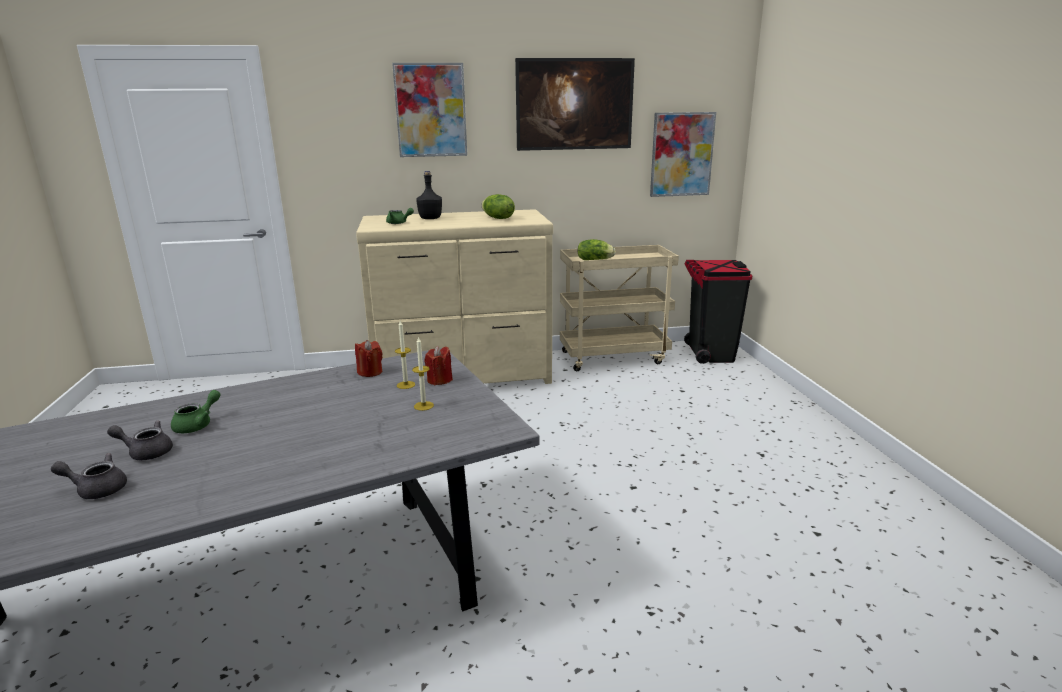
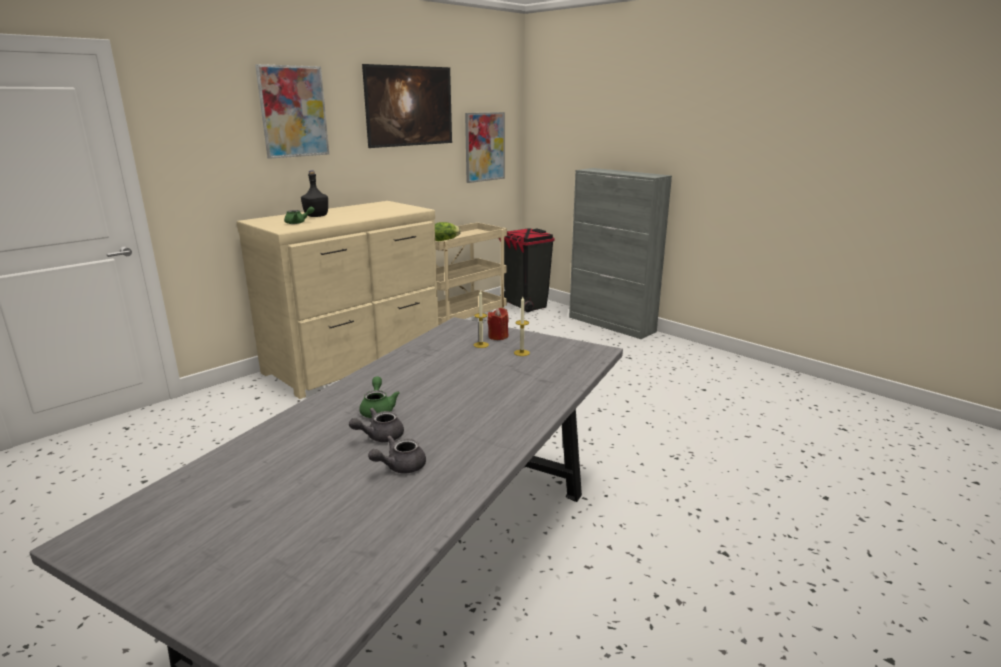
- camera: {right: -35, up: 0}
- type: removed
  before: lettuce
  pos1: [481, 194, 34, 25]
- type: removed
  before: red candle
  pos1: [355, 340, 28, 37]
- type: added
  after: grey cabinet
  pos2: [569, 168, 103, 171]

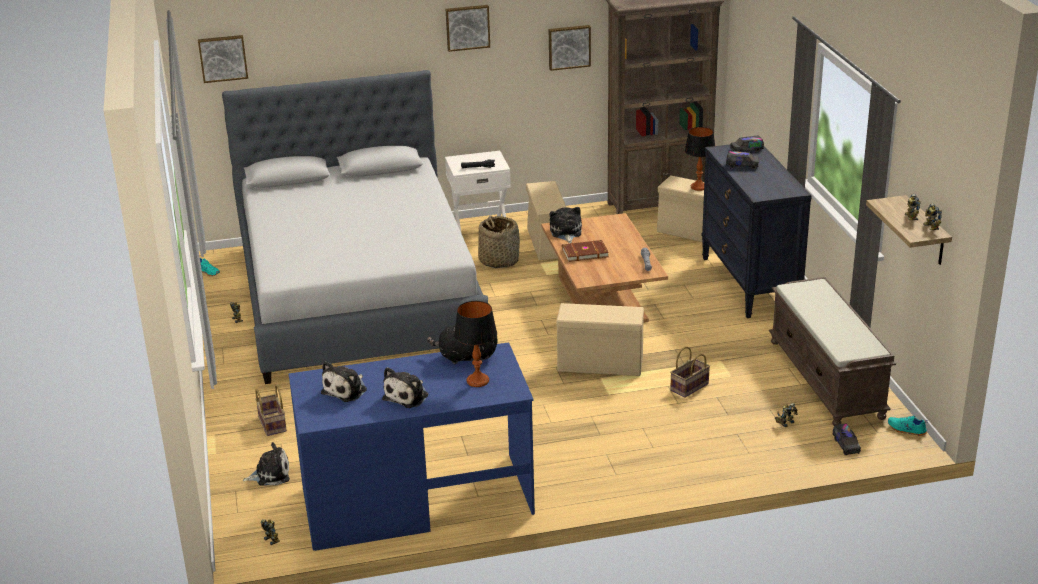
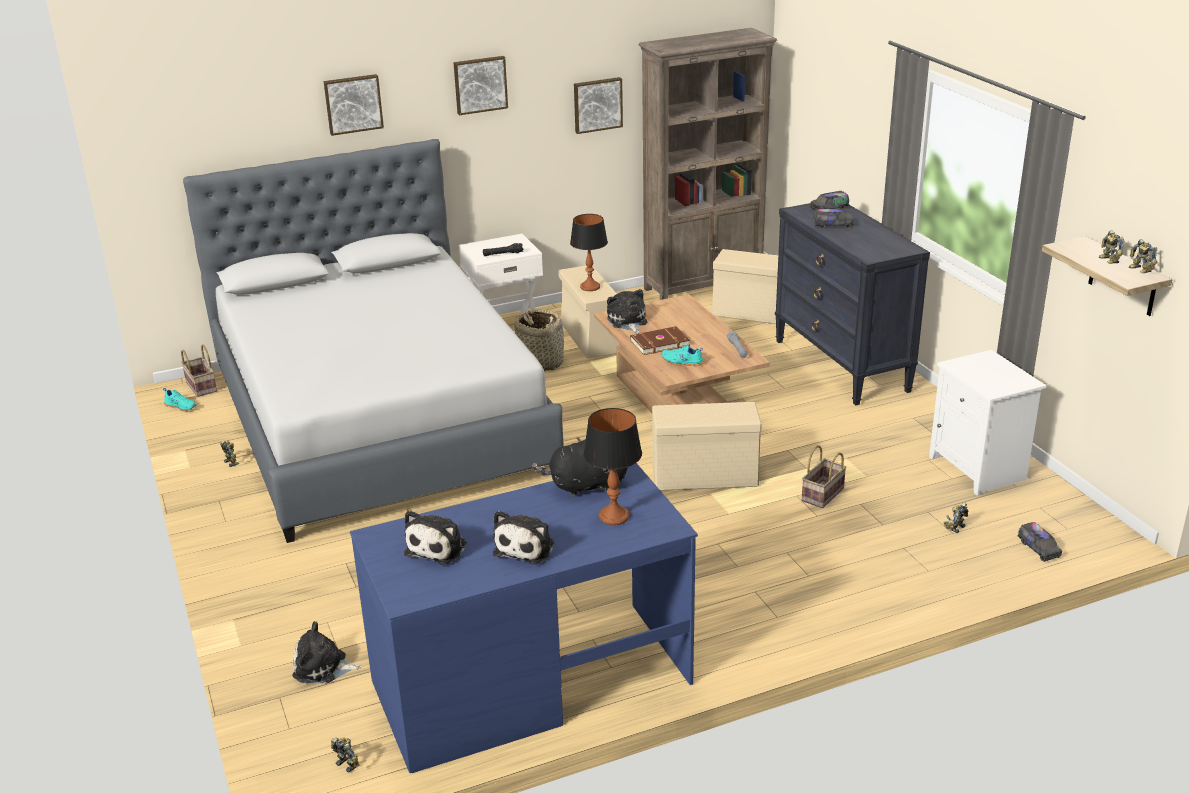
- camera: {right: -10, up: 0}
- type: moved
  before: picture
  pos1: [198, 35, 50, 48]
  pos2: [324, 74, 60, 62]
- type: moved
  before: table lamp
  pos1: [685, 127, 30, 64]
  pos2: [570, 214, 38, 77]
- type: replaced
  before: brown bench
  after: white nightstand
  pos1: [769, 277, 127, 149]
  pos2: [929, 350, 117, 146]
- type: moved
  before: basket
  pos1: [255, 384, 32, 52]
  pos2: [181, 344, 36, 53]
- type: moved
  before: turquoise shoe
  pos1: [888, 416, 40, 20]
  pos2: [662, 345, 42, 22]
- type: turned
  before: plush toy
  pos1: [242, 442, 48, 44]
  pos2: [293, 621, 68, 62]
  turn: -150

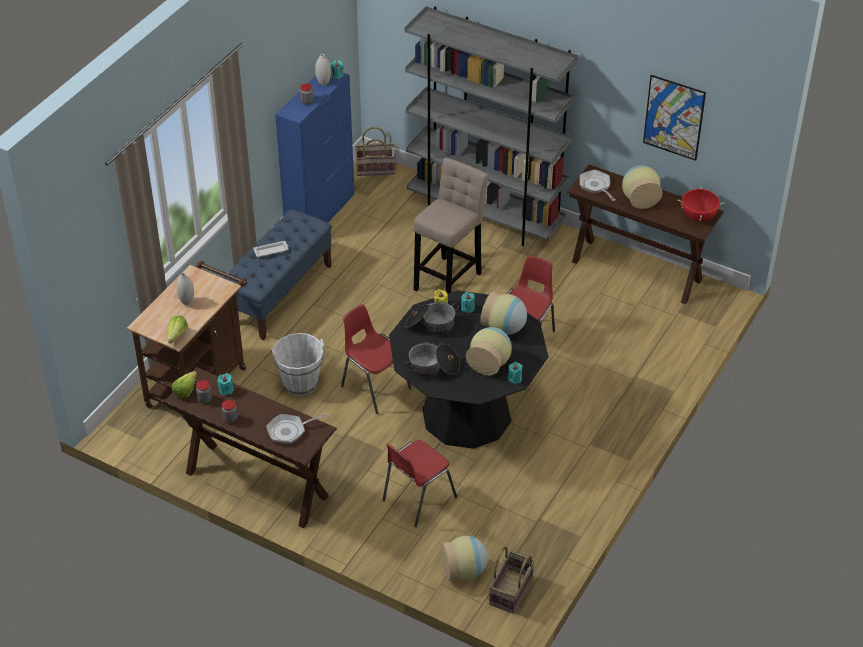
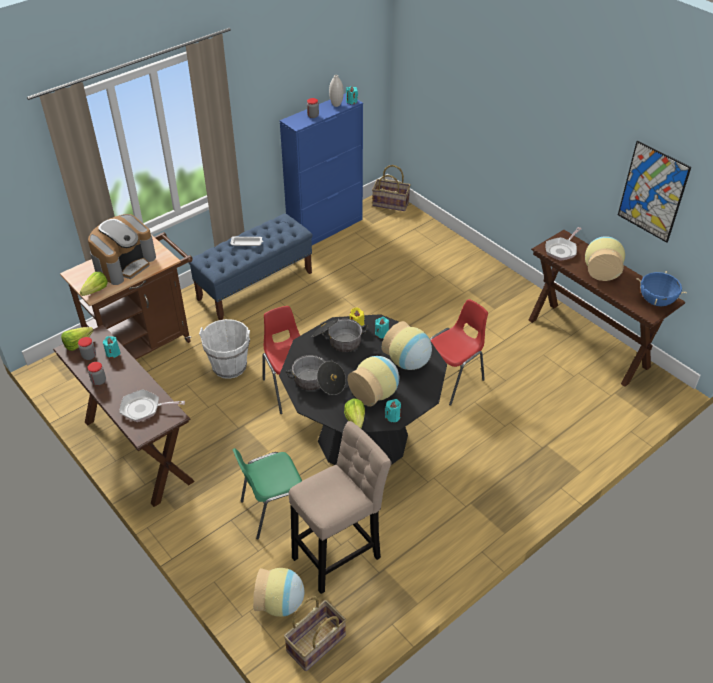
- camera: {right: 20, up: 0}
- type: removed
  before: grey bookcase
  pos1: [405, 6, 173, 240]
- type: moved
  before: beige stool
  pos1: [414, 158, 75, 136]
  pos2: [289, 421, 102, 173]
- type: turned
  before: frying pan
  pos1: [579, 170, 37, 31]
  pos2: [546, 227, 36, 34]
  turn: -135
- type: recoloured
  before: red cooking pot
  after: blue cooking pot
  pos1: [677, 186, 48, 35]
  pos2: [637, 271, 50, 35]
- type: replaced
  before: white vase
  after: coffee machine
  pos1: [176, 273, 18, 32]
  pos2: [88, 214, 68, 71]
- type: recoloured
  before: red chair
  after: green chair
  pos1: [383, 440, 74, 87]
  pos2: [232, 448, 70, 92]
- type: added
  after: lettuce
  pos2: [344, 398, 21, 30]

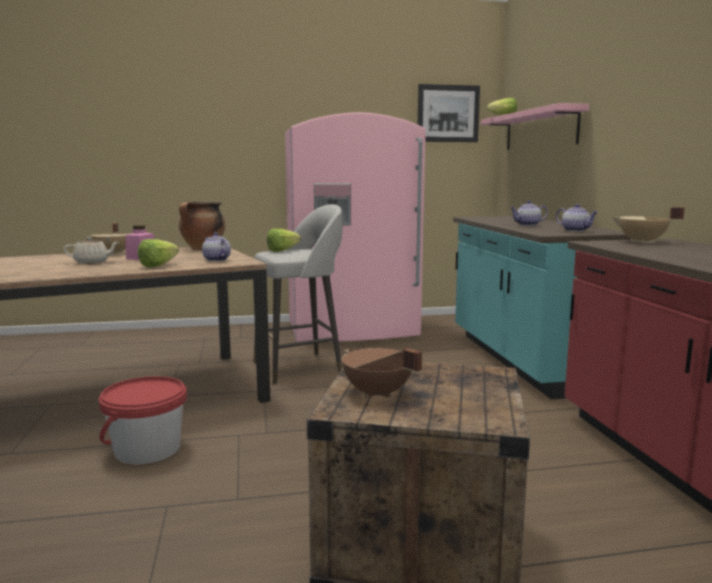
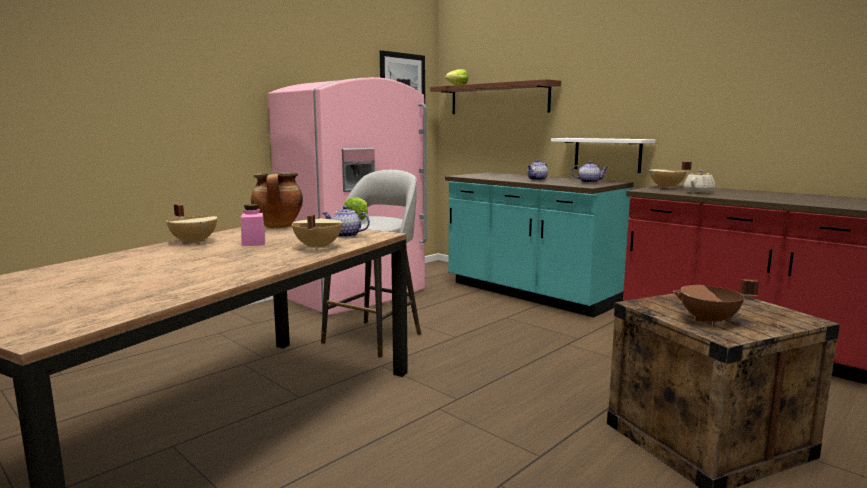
- camera: {right: -35, up: 0}
- type: recoloured
  before: pink shelf
  after: brown shelf
  pos1: [481, 103, 108, 47]
  pos2: [430, 79, 131, 35]
- type: moved
  before: beige teapot
  pos1: [63, 237, 56, 27]
  pos2: [684, 170, 31, 23]
- type: replaced
  before: lettuce
  after: beige cooking pot
  pos1: [138, 239, 41, 29]
  pos2: [292, 214, 50, 36]
- type: removed
  before: red bucket
  pos1: [99, 376, 88, 89]
- type: added
  after: white shelf
  pos2: [551, 138, 104, 35]

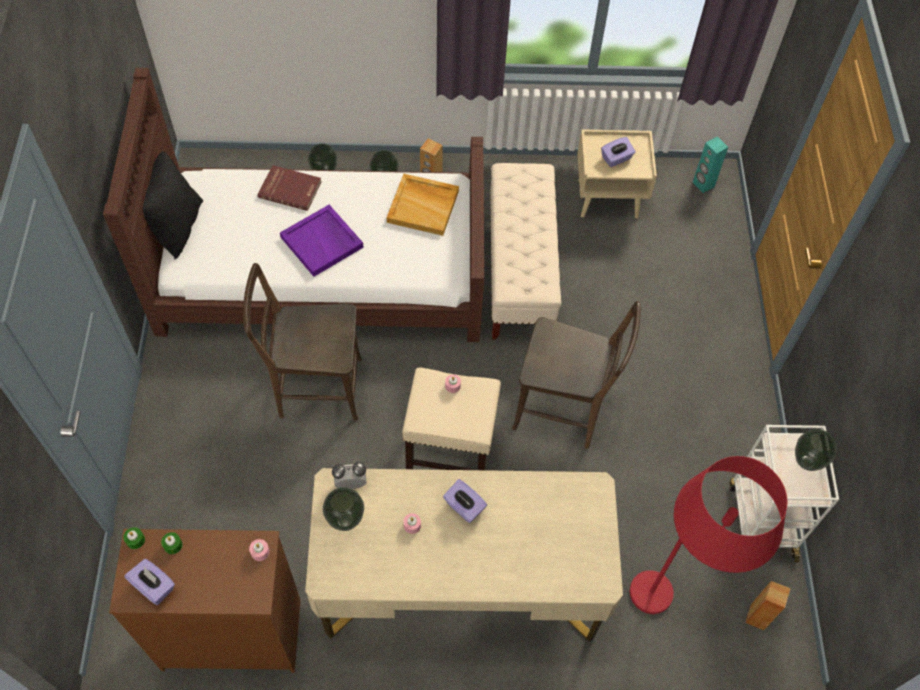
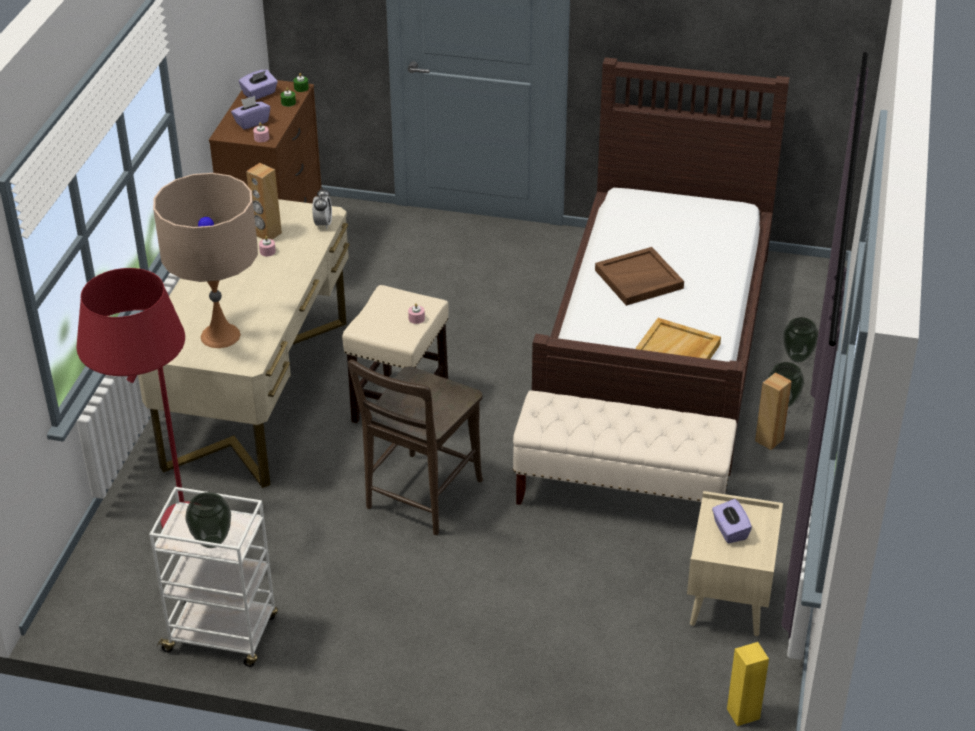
- camera: {right: 105, up: -20}
- type: recoloured
  before: turquoise speaker
  after: yellow speaker
  pos1: [693, 136, 35, 57]
  pos2: [727, 642, 42, 84]
- type: removed
  before: black pillow
  pos1: [143, 151, 60, 108]
- type: removed
  before: red book
  pos1: [258, 165, 64, 46]
- type: recoloured
  before: purple tray
  after: brown tray
  pos1: [280, 205, 83, 72]
  pos2: [595, 247, 89, 59]
- type: removed
  before: brown chair
  pos1: [243, 263, 119, 158]
- type: moved
  before: purple tissue box
  pos1: [443, 479, 44, 44]
  pos2: [231, 96, 39, 34]
- type: removed
  before: vase
  pos1: [323, 487, 41, 44]
- type: moved
  before: brown speaker
  pos1: [745, 581, 46, 50]
  pos2: [246, 163, 36, 77]
- type: added
  after: beige table lamp
  pos2: [153, 173, 105, 175]

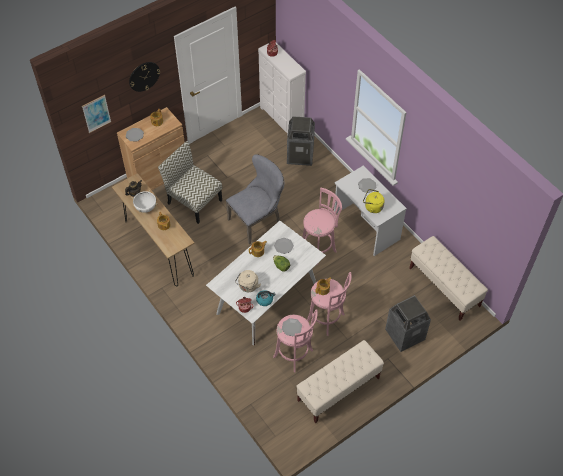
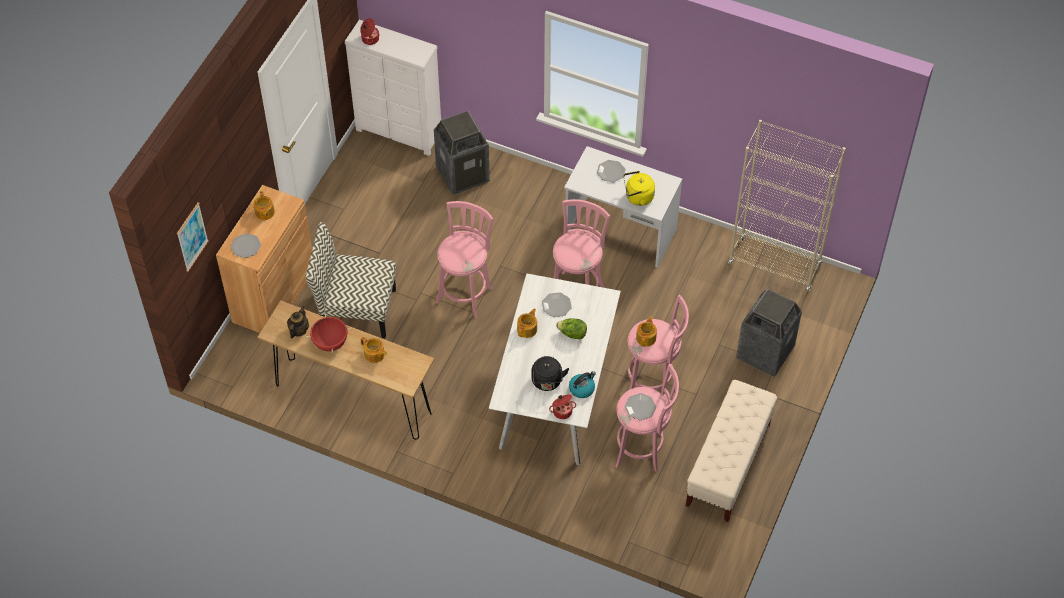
- camera: {right: -30, up: 0}
- type: removed
  before: wall clock
  pos1: [129, 62, 31, 30]
- type: replaced
  before: grey chair
  after: pink stool
  pos1: [226, 154, 58, 90]
  pos2: [436, 201, 58, 117]
- type: recoloured
  before: white cooking pot
  after: red cooking pot
  pos1: [131, 190, 25, 23]
  pos2: [306, 314, 46, 38]
- type: replaced
  before: beige bench
  after: beige bookcase
  pos1: [409, 236, 79, 85]
  pos2: [728, 120, 118, 172]
- type: recoloured
  before: beige kettle
  after: black kettle
  pos1: [235, 270, 26, 22]
  pos2: [531, 356, 38, 35]

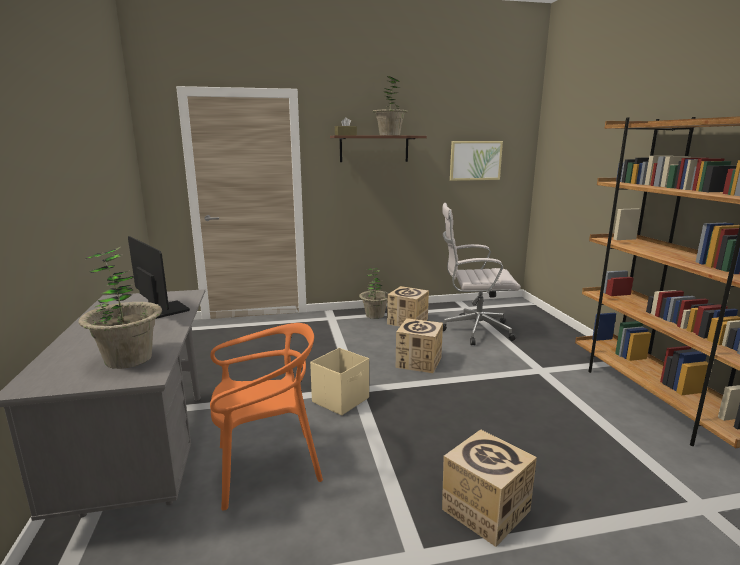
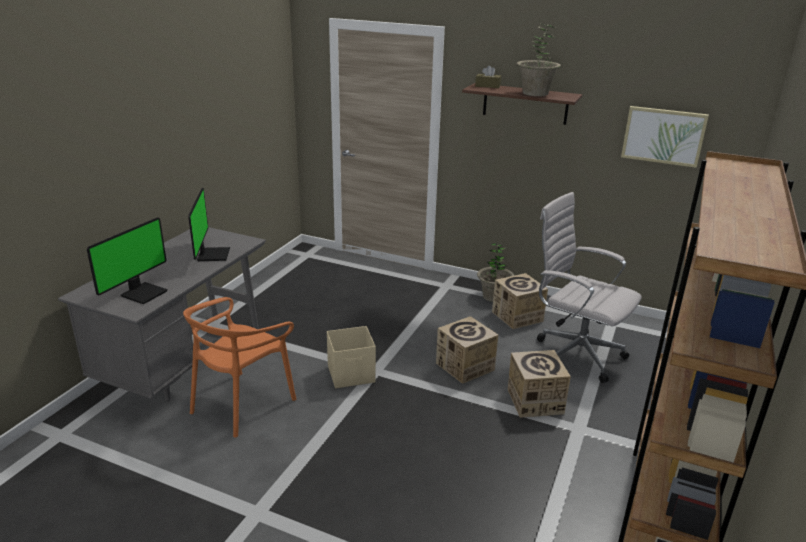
- camera: {right: 35, up: 10}
- type: replaced
  before: potted plant
  after: monitor
  pos1: [78, 247, 84, 122]
  pos2: [87, 217, 81, 87]
- type: turned
  before: orange chair
  pos1: [210, 323, 113, 188]
  pos2: [183, 297, 113, 141]
  turn: 105
- type: moved
  before: cardboard box
  pos1: [442, 429, 95, 118]
  pos2: [508, 350, 63, 68]

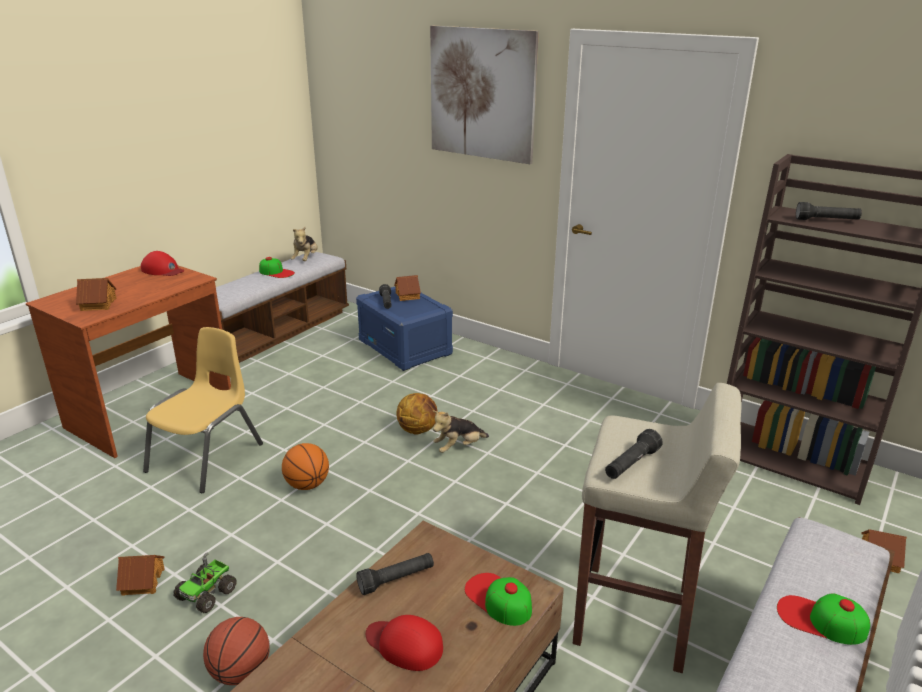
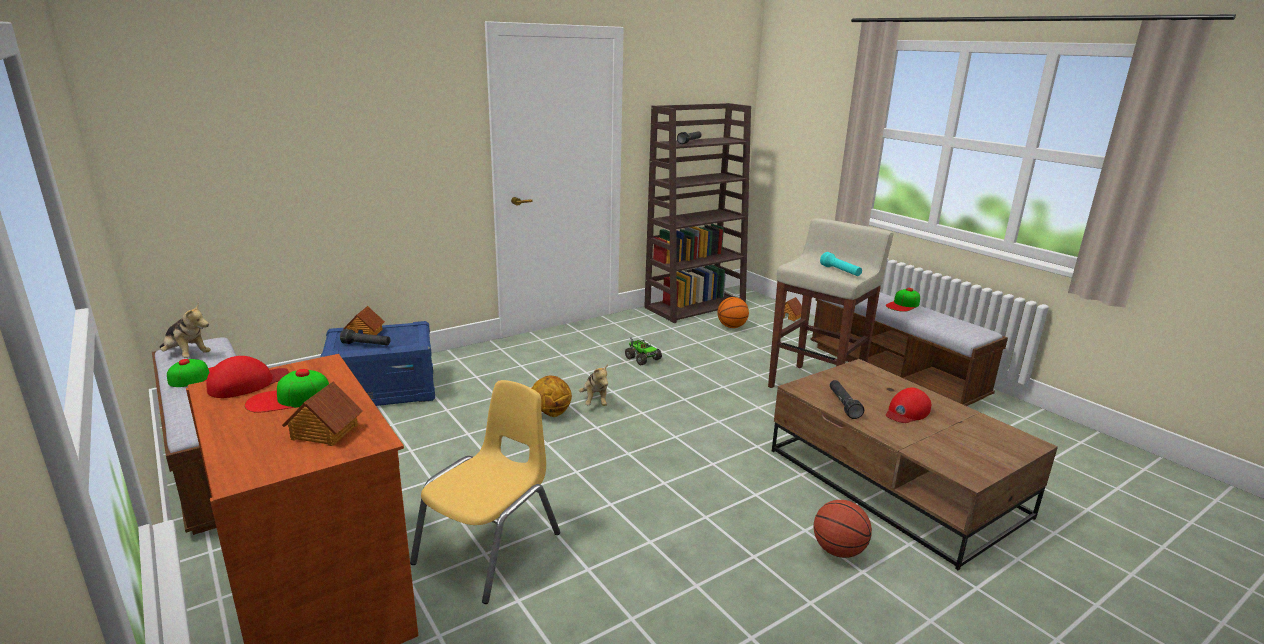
- camera: {right: -70, up: -5}
- type: removed
  before: picture
  pos1: [430, 26, 109, 138]
- type: turned
  before: yellow chair
  pos1: [143, 327, 120, 166]
  pos2: [410, 380, 150, 224]
  turn: 75
- type: recoloured
  before: black flashlight
  after: turquoise flashlight
  pos1: [605, 429, 58, 50]
  pos2: [820, 252, 42, 24]
- type: moved
  before: basketball
  pos1: [282, 443, 47, 47]
  pos2: [717, 297, 32, 31]
- type: moved
  before: toy truck
  pos1: [173, 552, 64, 61]
  pos2: [625, 337, 37, 28]
- type: removed
  before: toy house
  pos1: [116, 555, 49, 41]
- type: moved
  before: cap
  pos1: [465, 573, 67, 53]
  pos2: [245, 369, 84, 44]

